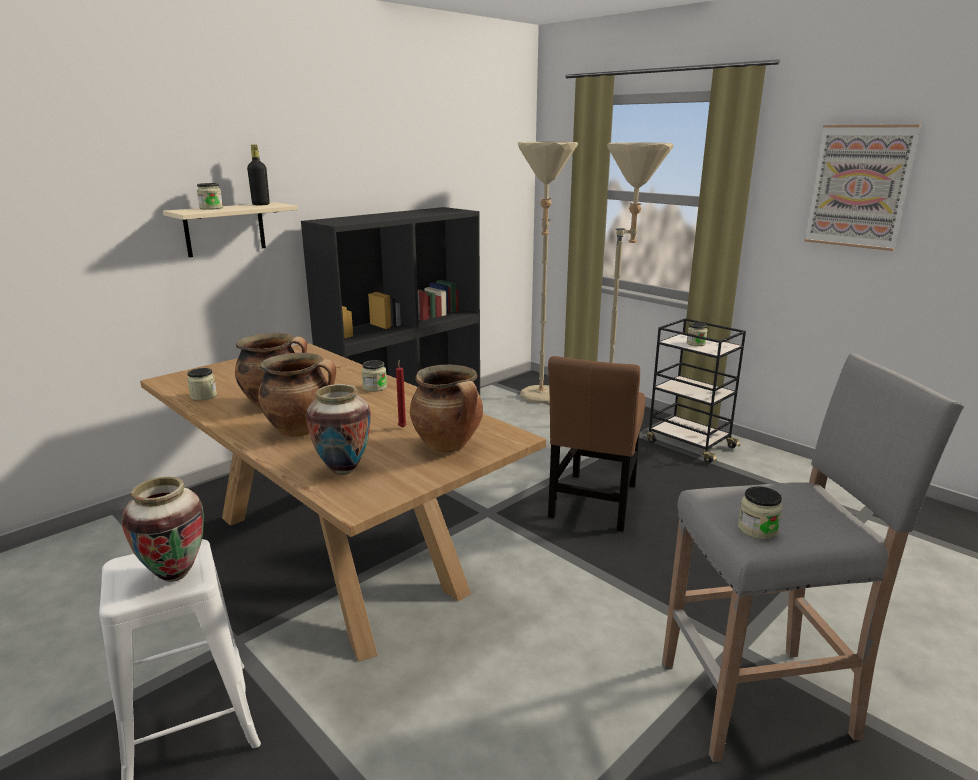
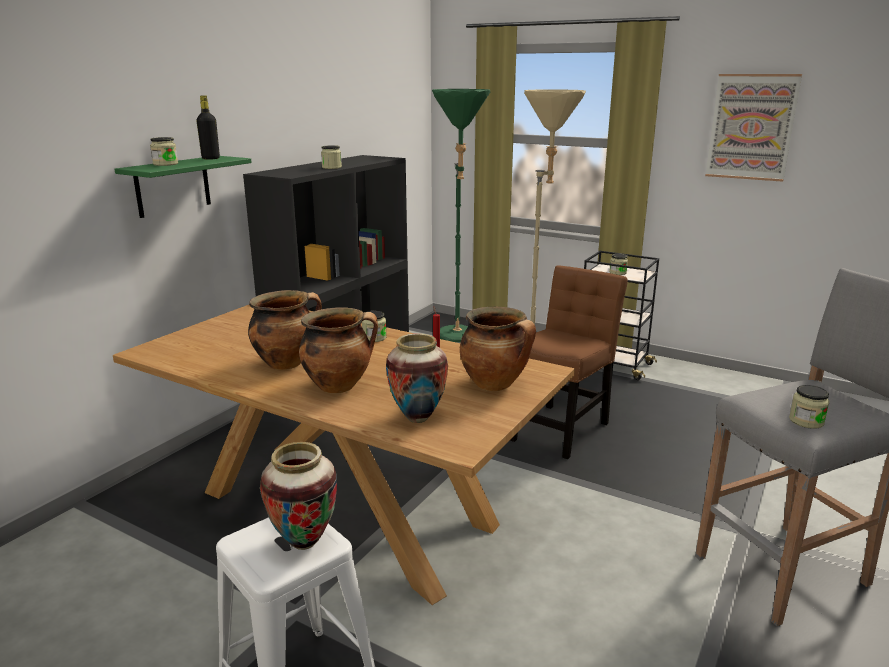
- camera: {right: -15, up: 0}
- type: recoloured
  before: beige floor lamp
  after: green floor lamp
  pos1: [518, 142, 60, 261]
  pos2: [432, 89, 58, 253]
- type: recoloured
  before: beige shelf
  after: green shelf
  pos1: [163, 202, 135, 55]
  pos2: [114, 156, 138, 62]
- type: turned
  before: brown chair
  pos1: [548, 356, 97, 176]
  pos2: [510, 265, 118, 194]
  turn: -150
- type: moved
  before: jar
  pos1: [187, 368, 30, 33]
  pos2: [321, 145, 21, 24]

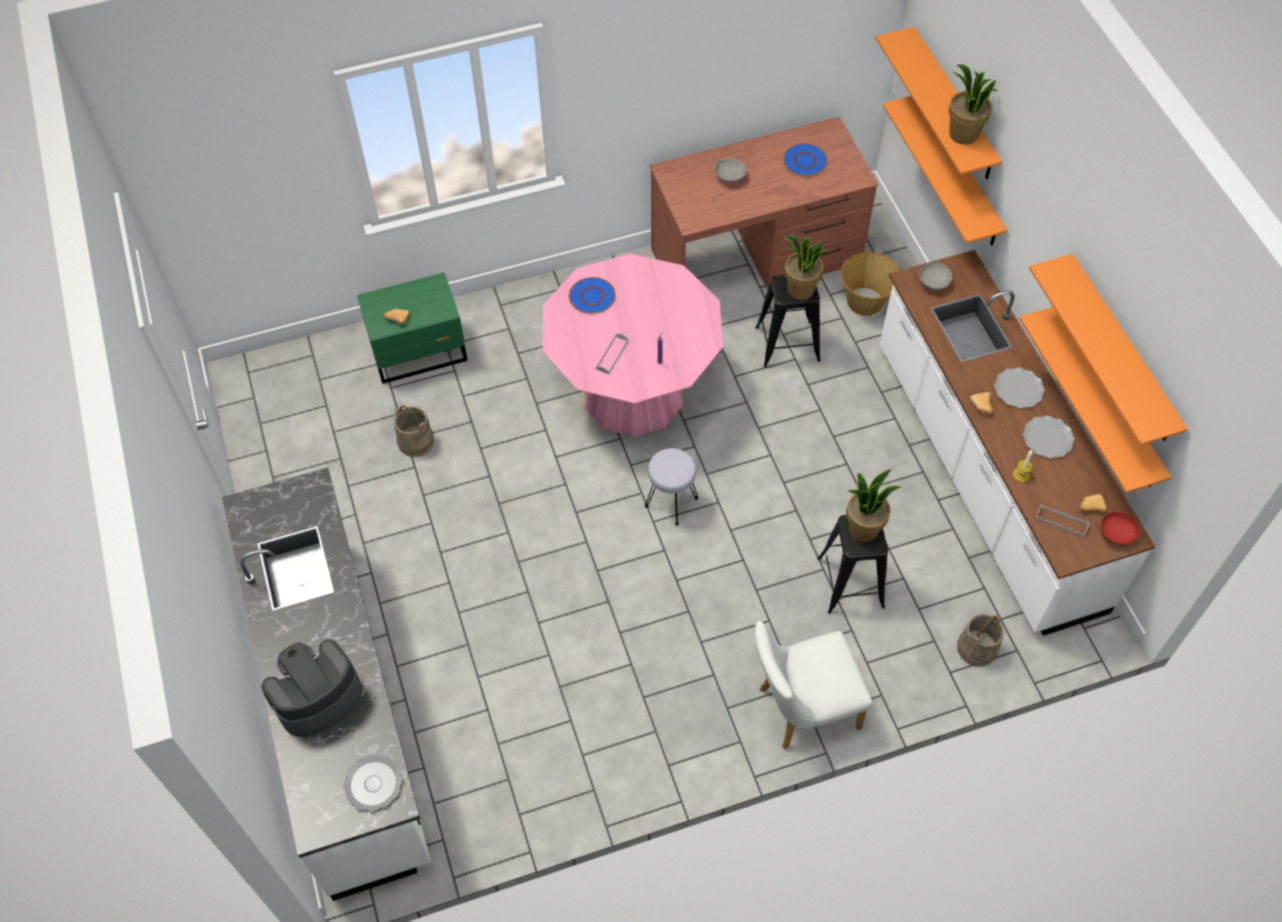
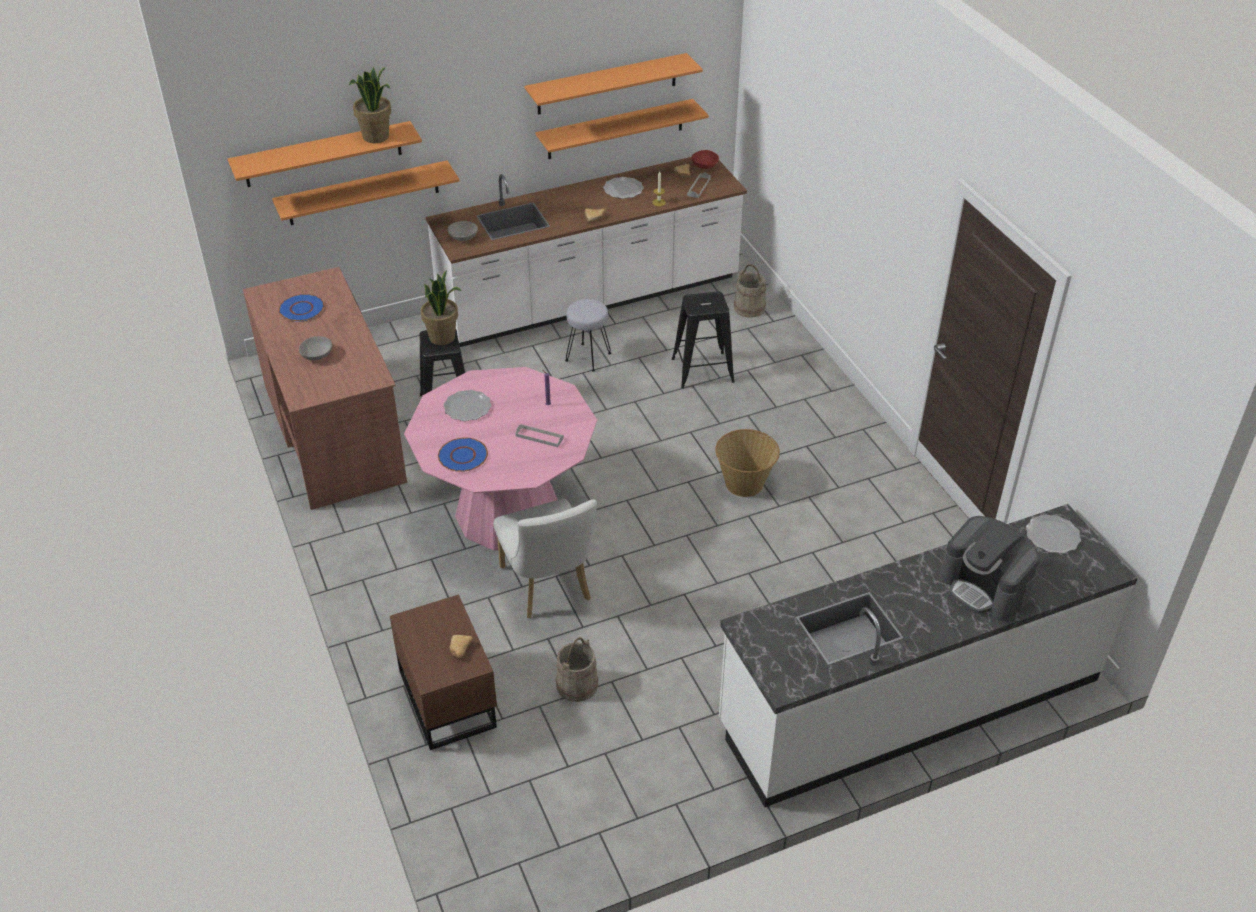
- camera: {right: -95, up: -15}
- type: moved
  before: basket
  pos1: [841, 252, 59, 64]
  pos2: [715, 429, 65, 68]
- type: recoloured
  before: green nightstand
  after: brown nightstand
  pos1: [357, 272, 111, 112]
  pos2: [390, 594, 107, 156]
- type: moved
  before: plate
  pos1: [994, 368, 51, 40]
  pos2: [444, 390, 48, 31]
- type: moved
  before: grey stool
  pos1: [645, 448, 53, 78]
  pos2: [565, 299, 46, 73]
- type: removed
  before: potted plant
  pos1: [846, 469, 55, 73]
- type: moved
  before: white chair
  pos1: [755, 621, 117, 129]
  pos2: [493, 499, 104, 119]

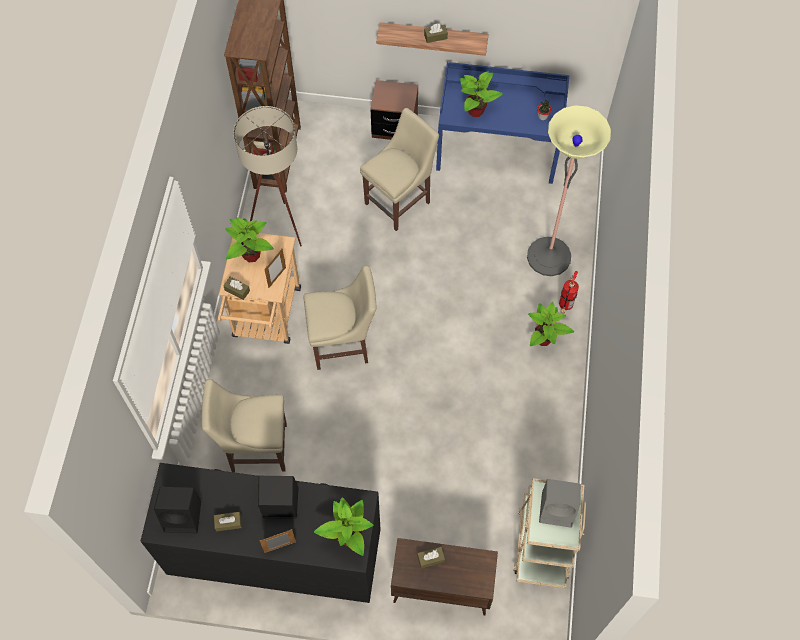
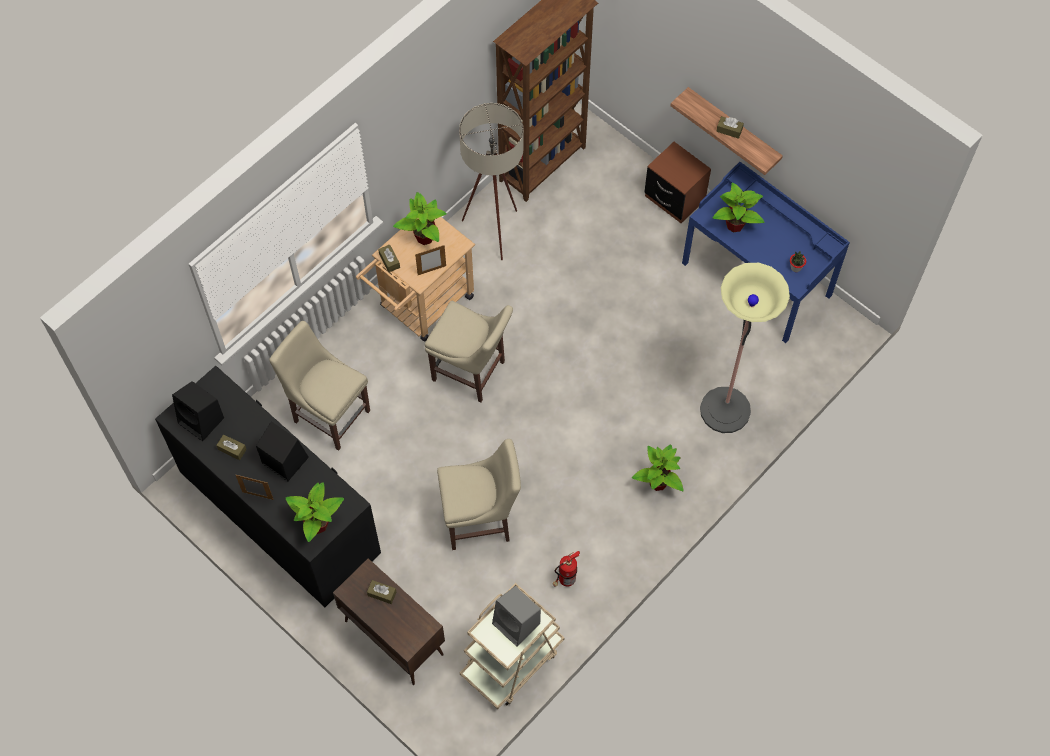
- camera: {right: 35, up: 0}
- type: moved
  before: beige chair
  pos1: [360, 108, 79, 123]
  pos2: [437, 439, 84, 111]
- type: moved
  before: fire extinguisher
  pos1: [559, 271, 20, 43]
  pos2: [553, 551, 27, 36]

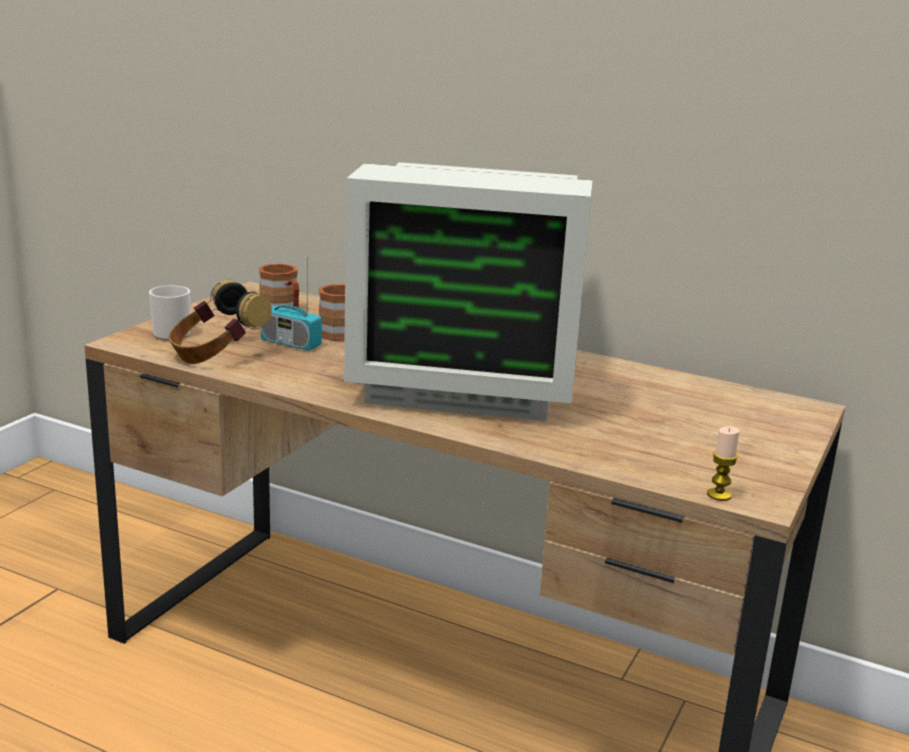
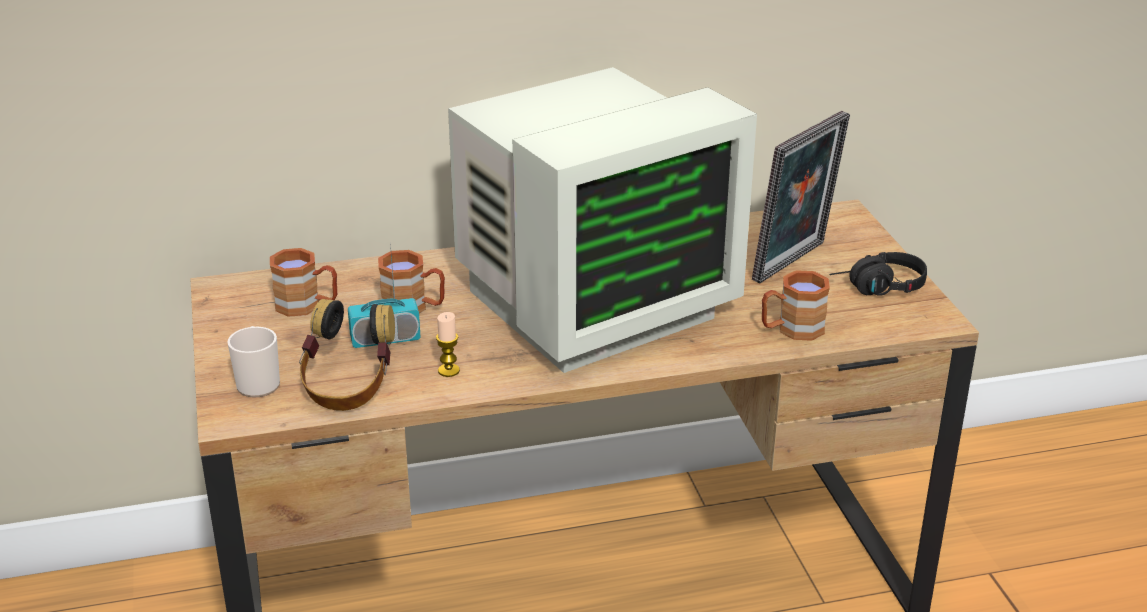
- camera: {right: -40, up: 10}
- type: moved
  before: candle
  pos1: [707, 427, 33, 74]
  pos2: [436, 312, 24, 65]
- type: added
  after: picture frame
  pos2: [752, 111, 98, 172]
- type: added
  after: black headphones
  pos2: [830, 252, 97, 44]
- type: added
  after: brown mug
  pos2: [762, 270, 68, 71]

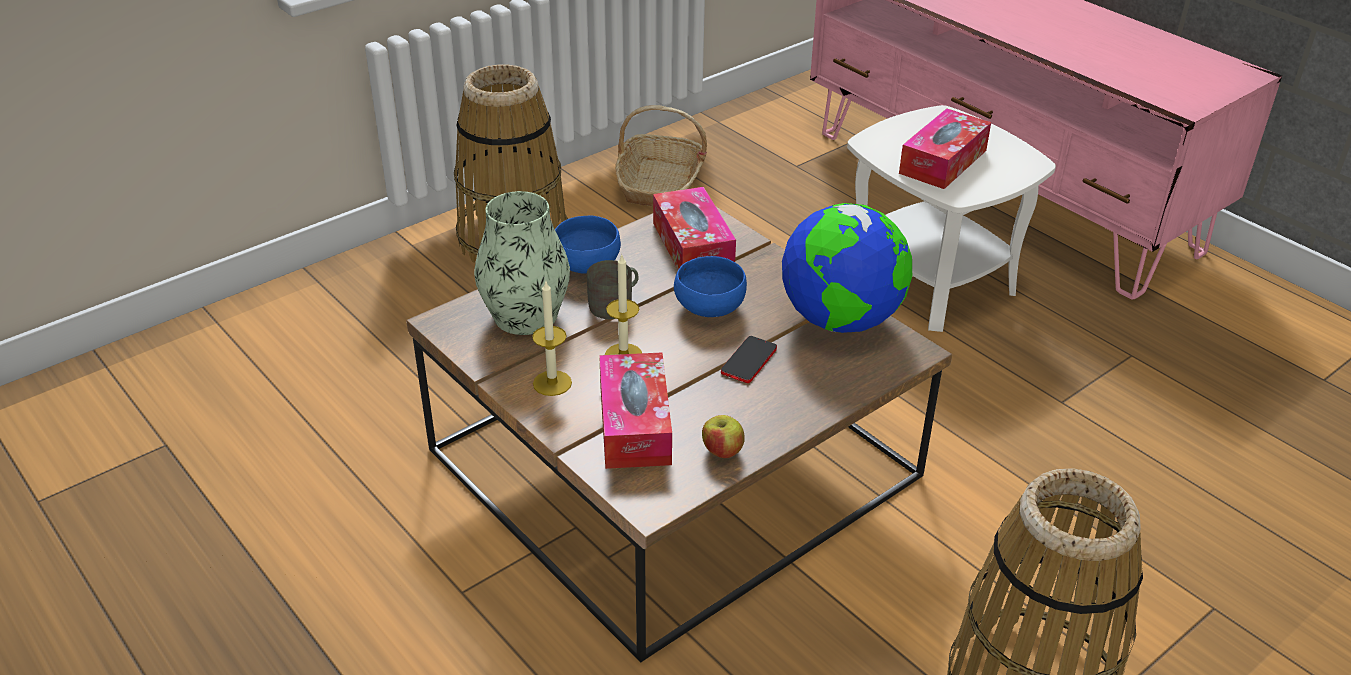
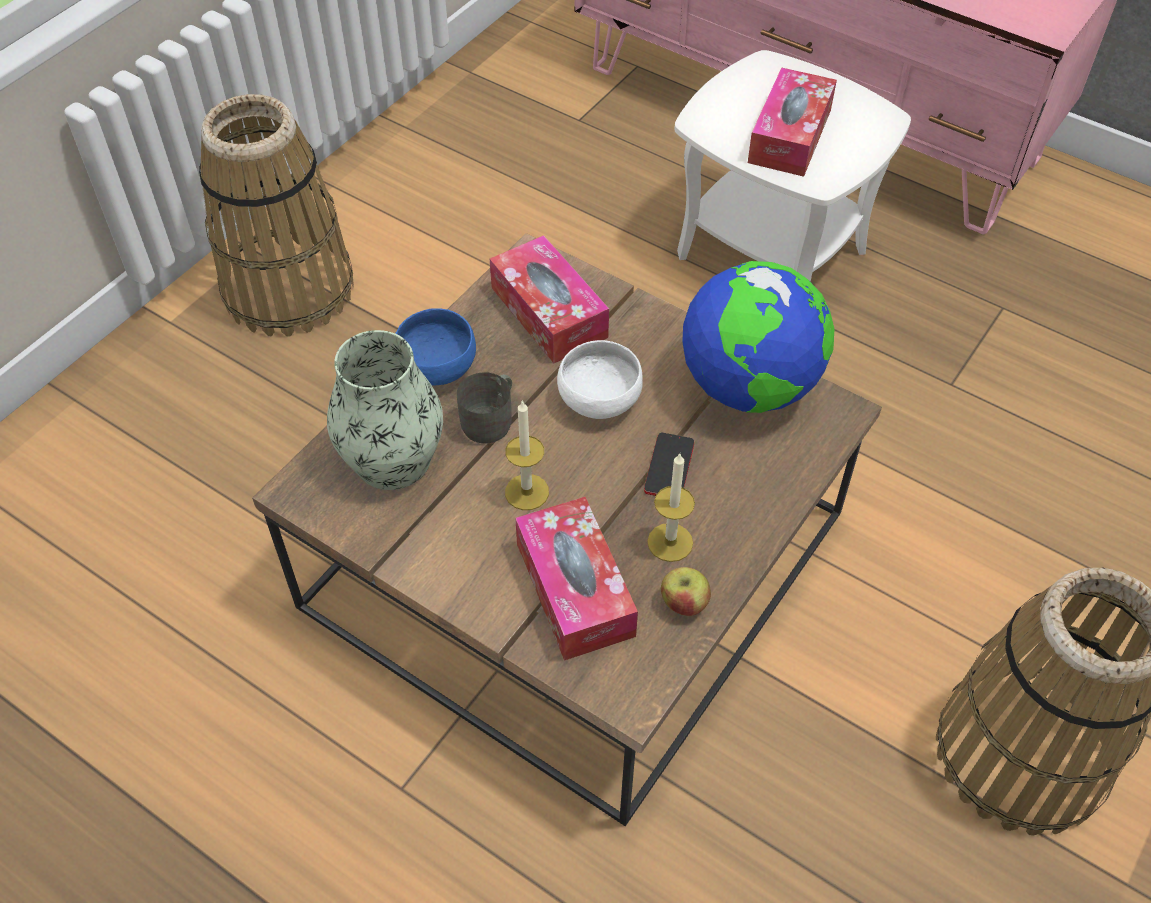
- camera: {right: -15, up: 15}
- type: removed
  before: basket
  pos1: [615, 105, 92, 101]
- type: recoloured
  before: blue bowl
  after: white bowl
  pos1: [674, 256, 73, 61]
  pos2: [557, 340, 86, 79]
- type: moved
  before: candle
  pos1: [532, 281, 40, 115]
  pos2: [647, 454, 48, 108]

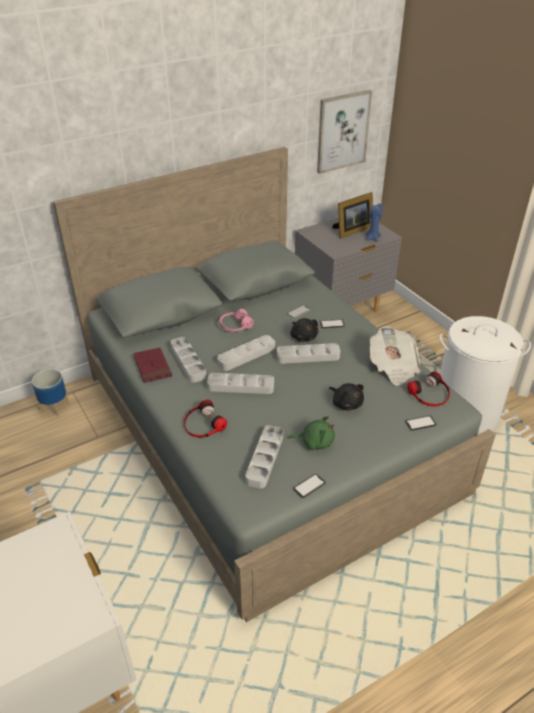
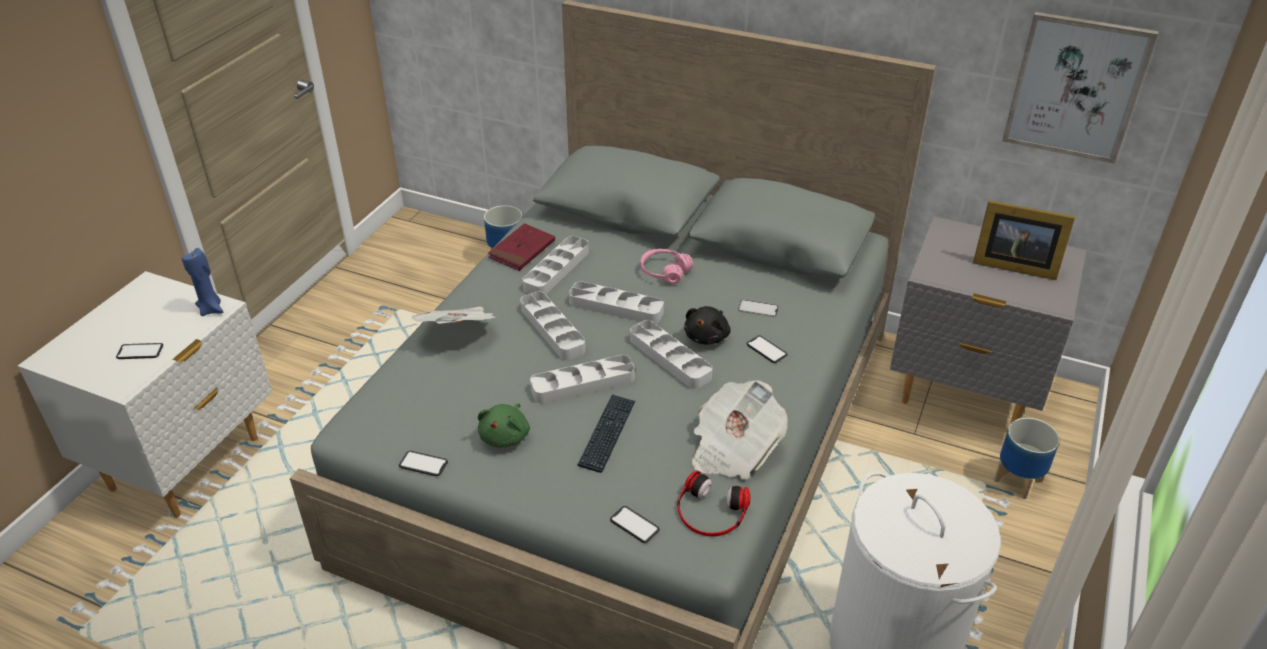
- camera: {right: 55, up: 0}
- type: moved
  before: blue candle
  pos1: [366, 204, 16, 37]
  pos2: [182, 248, 41, 68]
- type: replaced
  before: black plush toy
  after: keyboard
  pos1: [329, 383, 35, 28]
  pos2: [578, 394, 57, 79]
- type: replaced
  before: headphones
  after: newspaper
  pos1: [184, 400, 43, 37]
  pos2: [412, 307, 84, 17]
- type: turned
  before: green plush toy
  pos1: [289, 416, 46, 34]
  pos2: [478, 403, 52, 45]
  turn: 45
- type: moved
  before: grey tray
  pos1: [245, 425, 38, 64]
  pos2: [530, 355, 105, 48]
- type: added
  after: phone
  pos2: [116, 343, 47, 16]
- type: added
  after: planter
  pos2: [994, 418, 66, 81]

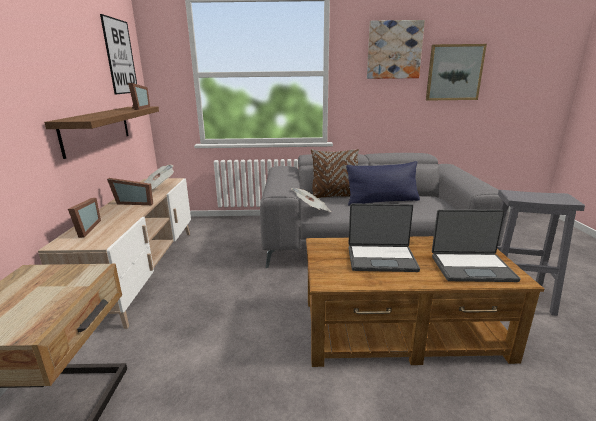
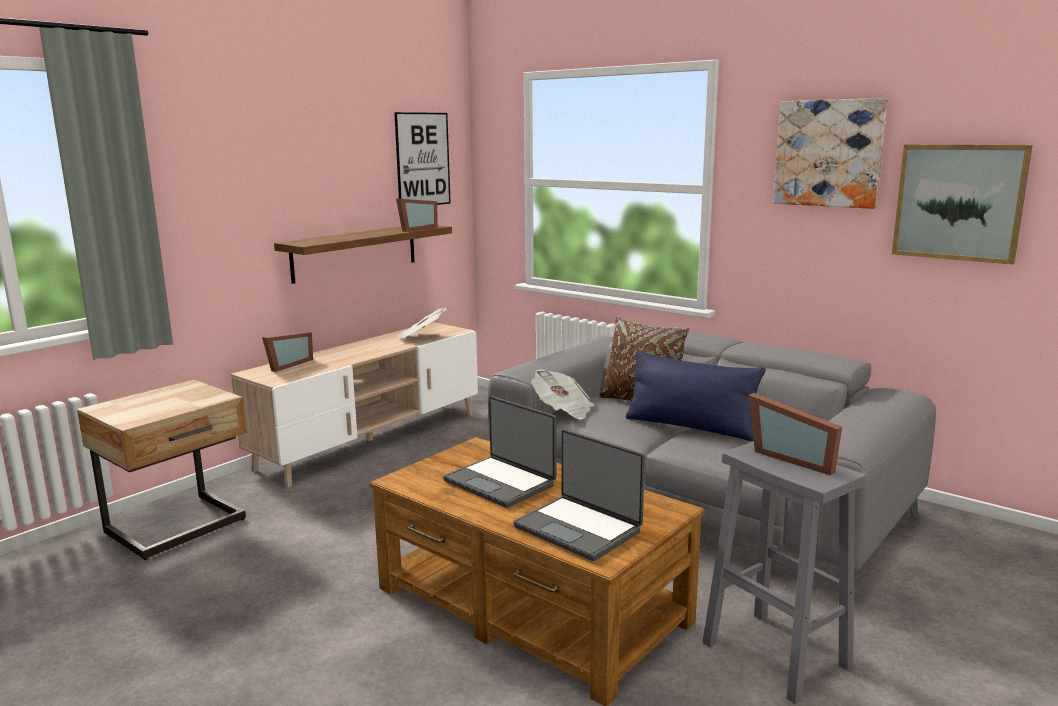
- camera: {right: 40, up: -5}
- type: moved
  before: picture frame
  pos1: [107, 178, 46, 27]
  pos2: [749, 393, 93, 82]

